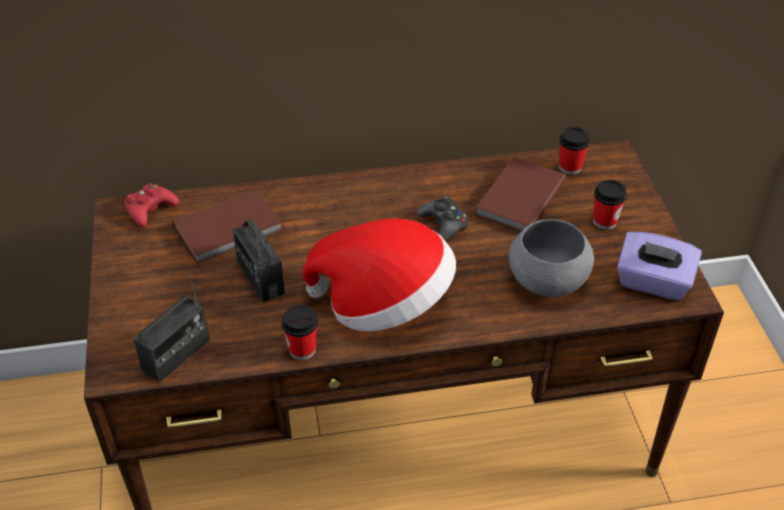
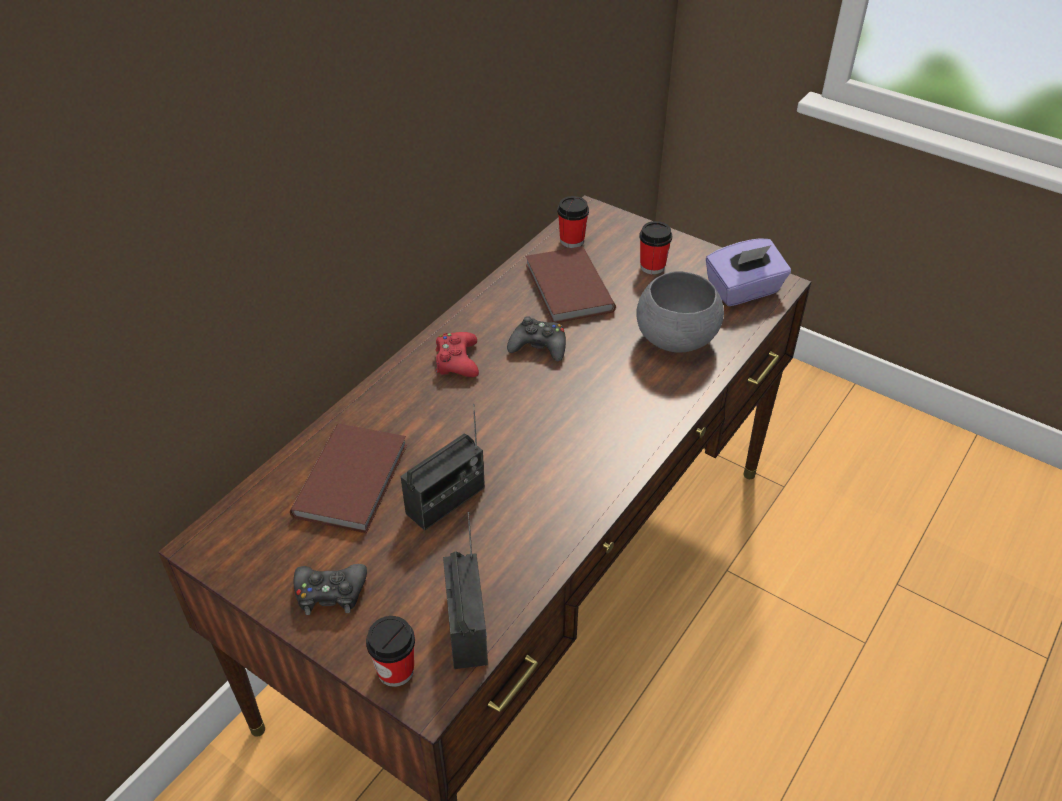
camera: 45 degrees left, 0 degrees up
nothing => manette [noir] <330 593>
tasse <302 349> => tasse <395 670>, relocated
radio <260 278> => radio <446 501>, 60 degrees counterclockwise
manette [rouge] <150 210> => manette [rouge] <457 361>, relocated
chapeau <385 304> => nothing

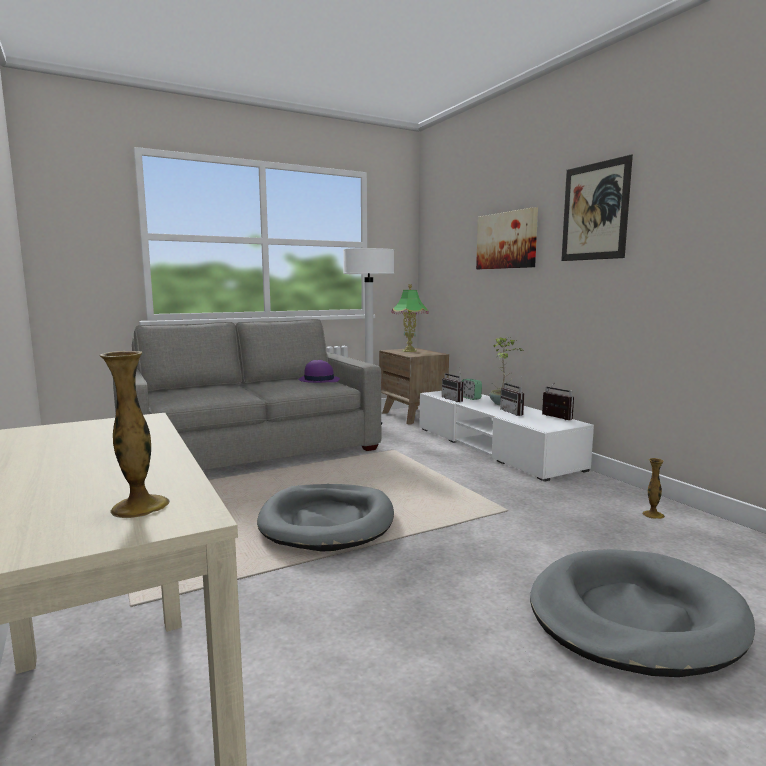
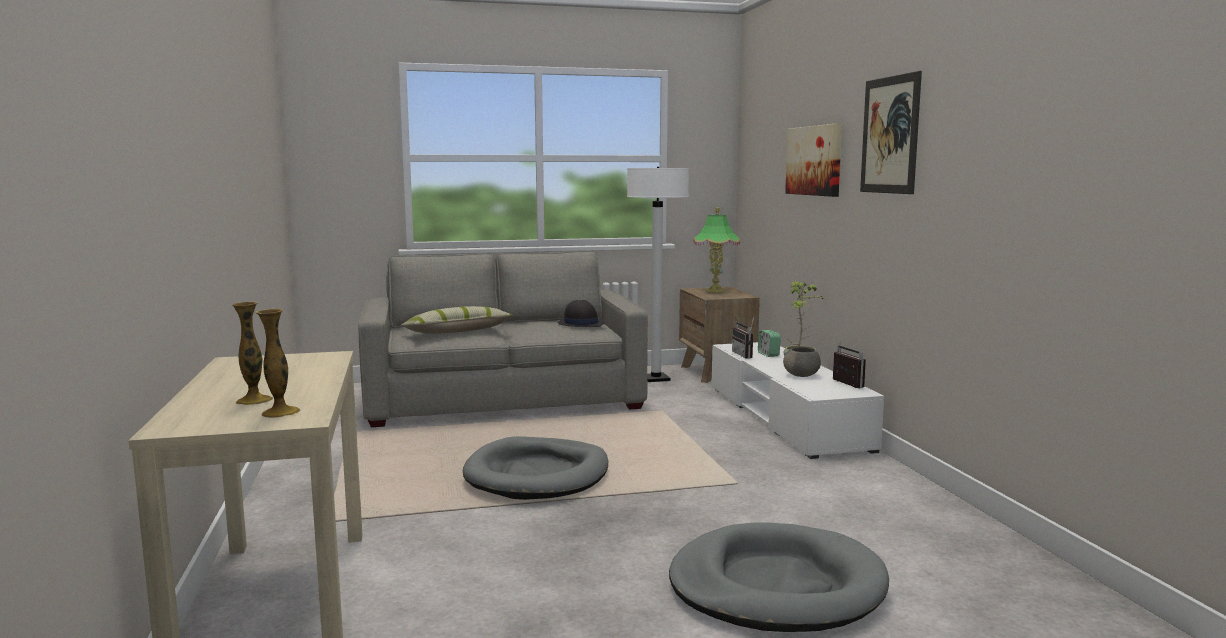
camera: 15 degrees right, 0 degrees up
vase <653 515> => vase <254 400>, relocated
nothing => coussin <457 332>
chapeau [violet] <318 380> => chapeau [noir] <580 323>
radio <514 412> => bol [gris] <802 375>

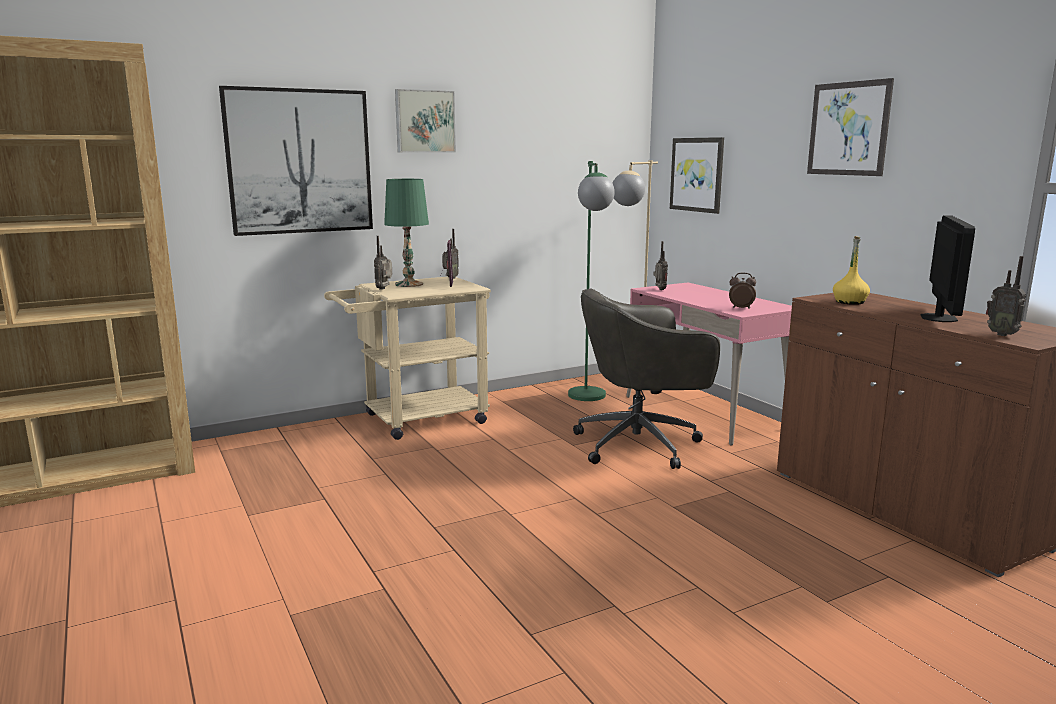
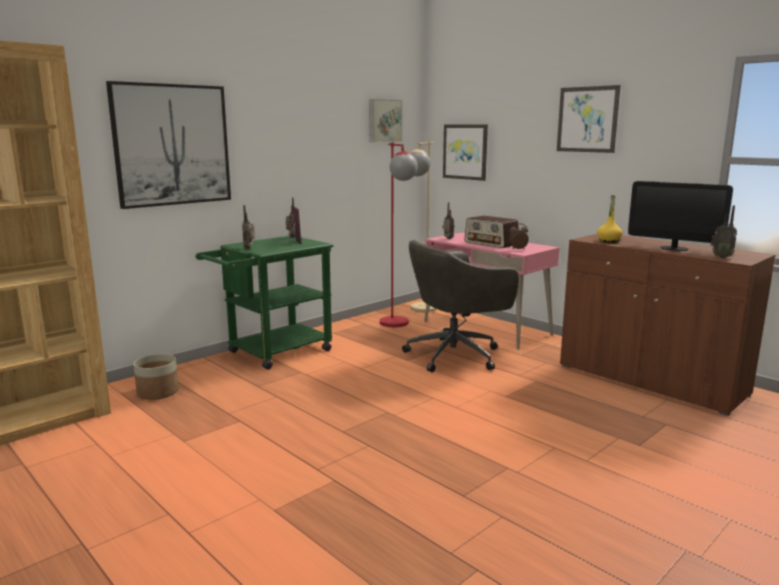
camera: 15 degrees left, 0 degrees up
nothing => cache-pot <158 392>
chariot [beige] <415 420> => chariot [vert] <272 353>
tableau <424 121> => tableau <384 121>, relocated
lampadaire [vert] <589 399> => lampadaire [rouge] <397 326>
nothing => radio <491 243>
écran d'ordinateur <938 318> => écran d'ordinateur <674 248>, 120 degrees clockwise
lampe de table [vert] <408 284> => nothing

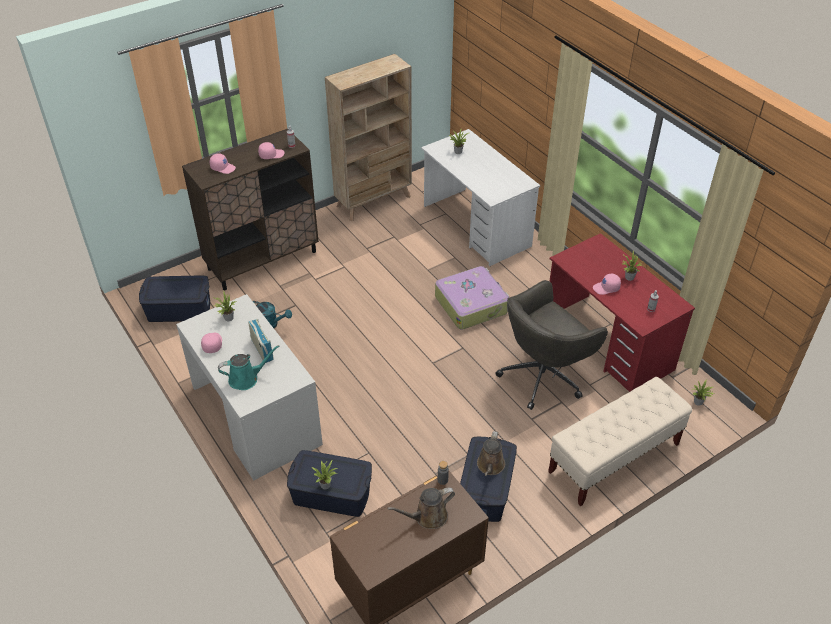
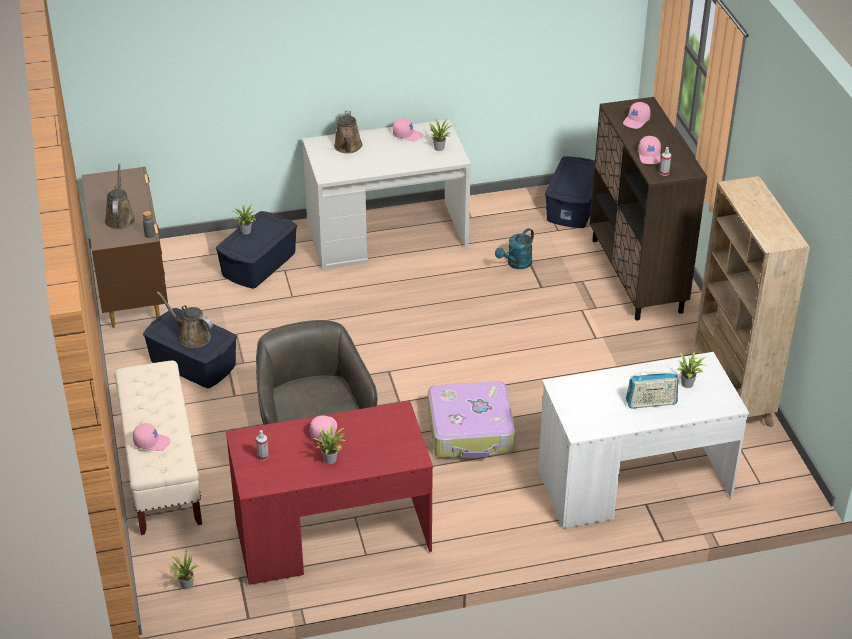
camera: 110 degrees right, 5 degrees down
nothing => casquette [rose] <152 442>
arrosoir [turquoise] <246 378> => arrosoir [marron] <348 147>
radio <262 350> => radio <651 402>, relocated

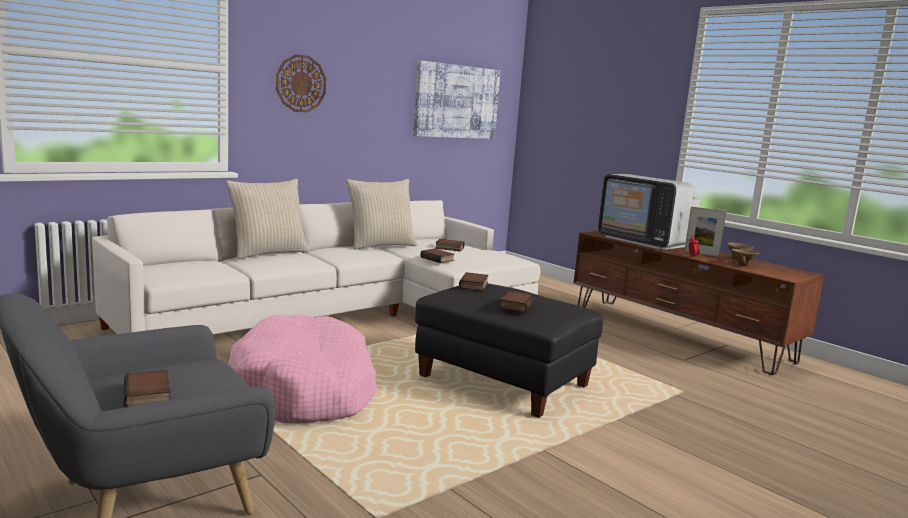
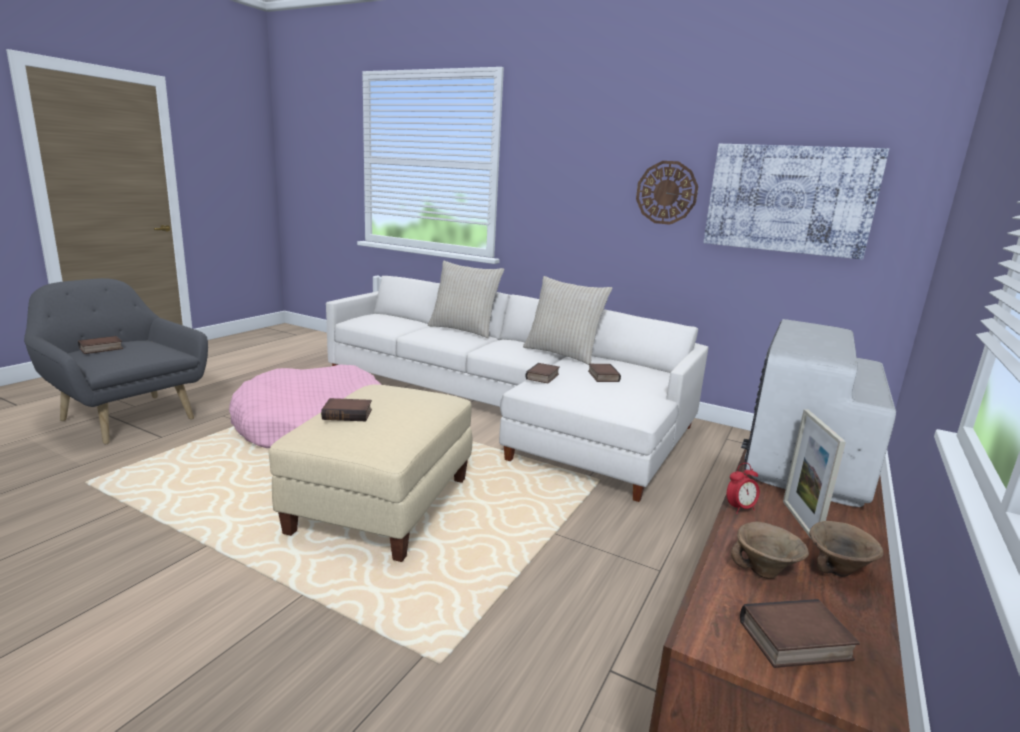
camera: 70 degrees right, 5 degrees up
pouf [noir] <503 382> => pouf [beige] <383 505>
horloge murale <300 83> => horloge murale <666 192>, relocated
livre <474 285> => livre <795 642>, relocated

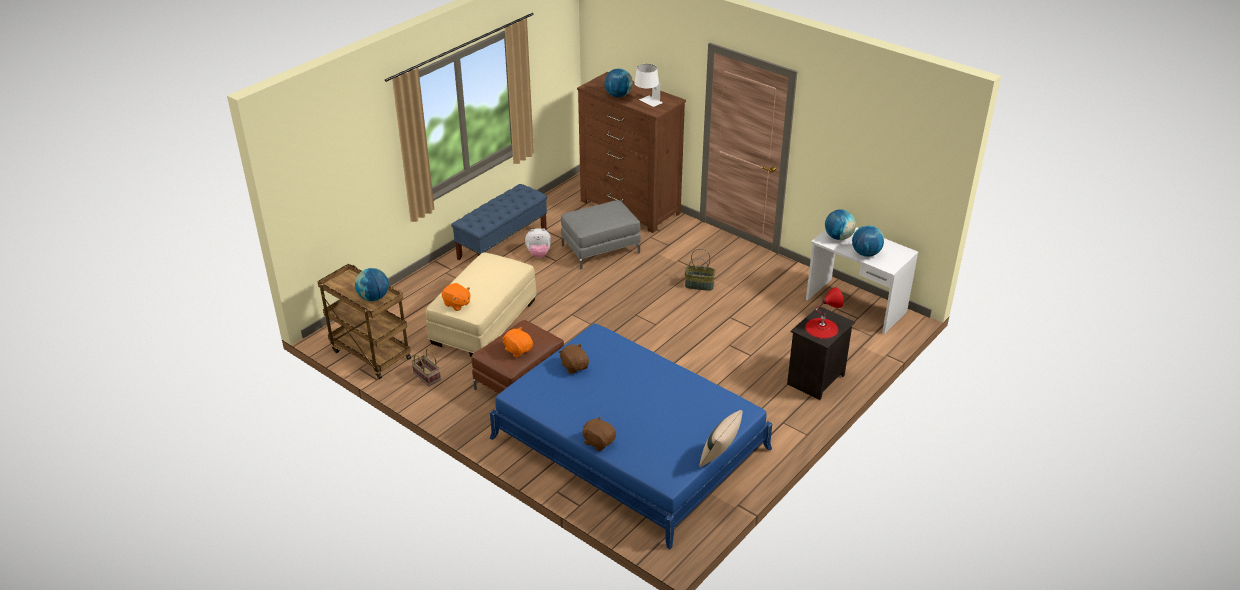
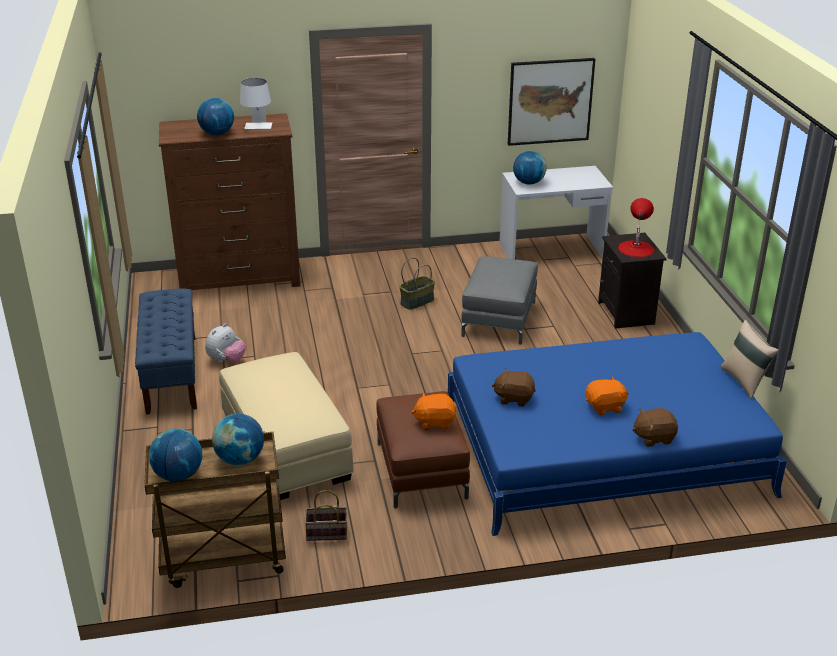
camera: 50 degrees left, 5 degrees down
globe <866 253> => globe <178 475>, relocated
pouf [gris] <600 249> => pouf [gris] <499 319>, relocated
nothing => tableau <550 101>
peluche [orange] <457 304> => peluche [orange] <605 407>, relocated

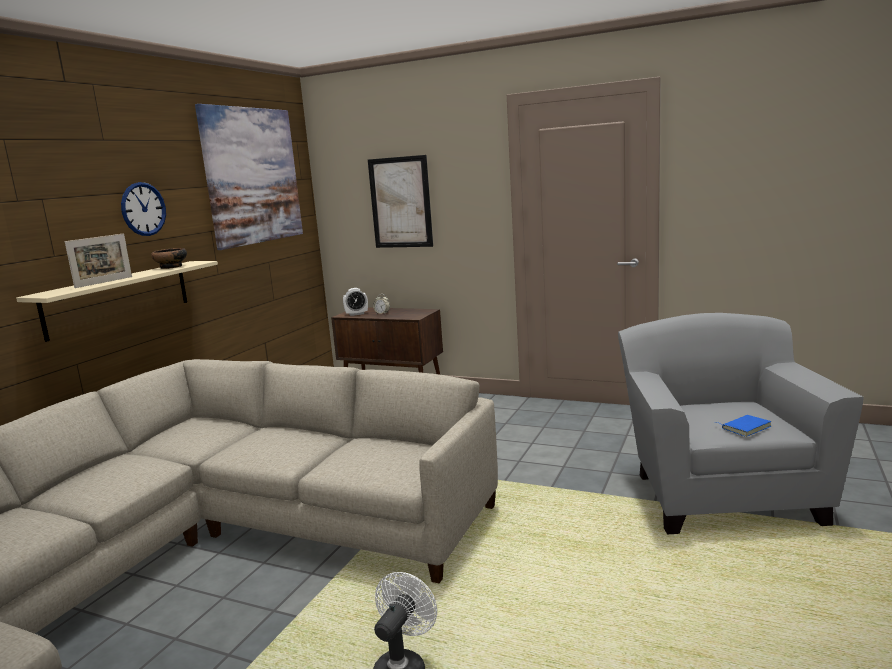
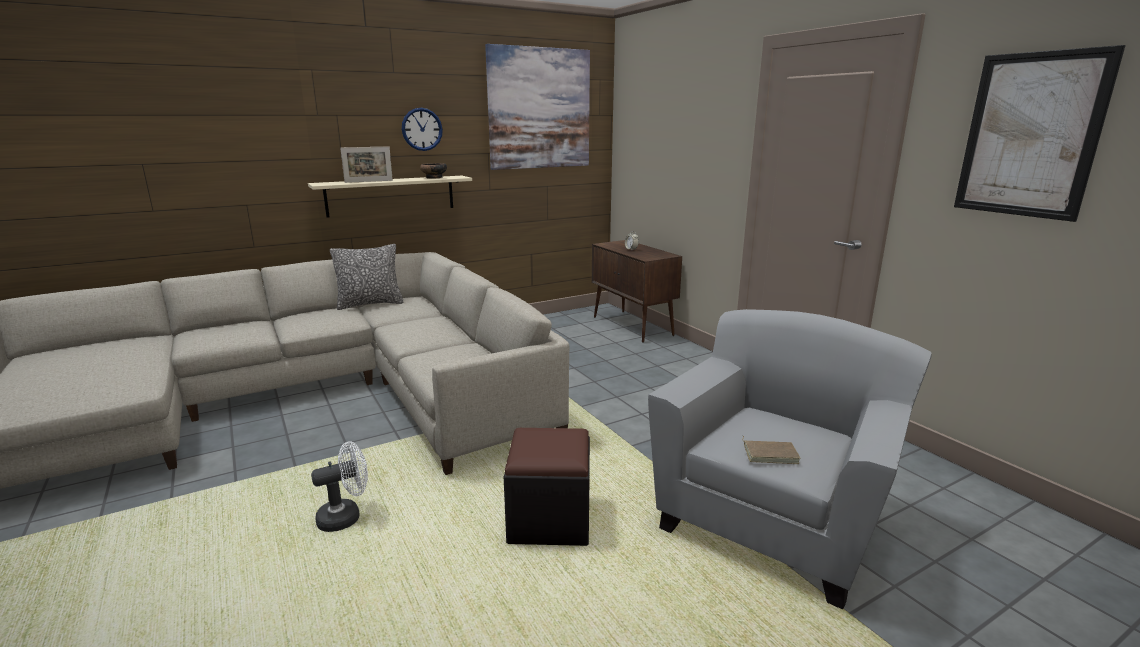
camera: 35 degrees right, 5 degrees up
nothing => coussin <370 304>
nothing => pouf [noir] <550 520>
livre [bleu] <745 427> => livre [marron] <770 453>
tableau <400 202> => tableau <1030 135>, relocated
réveil <356 314> => nothing

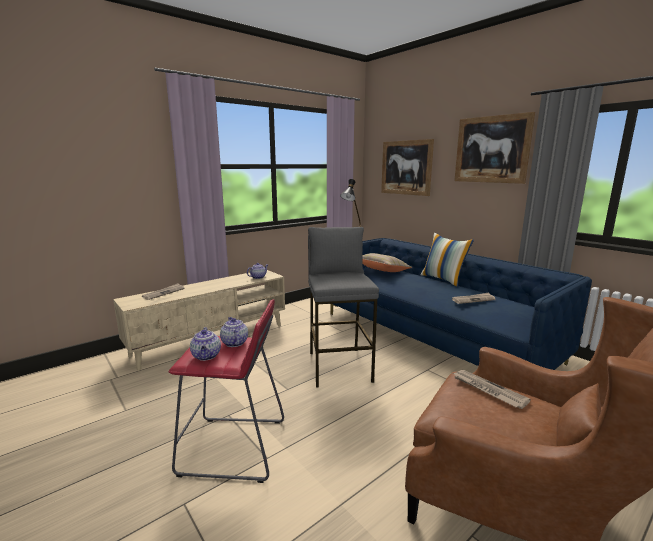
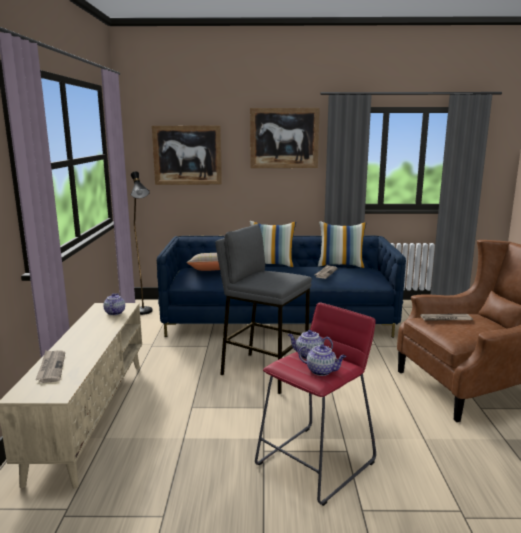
camera: 50 degrees left, 0 degrees up
nothing => coussin <341 265>

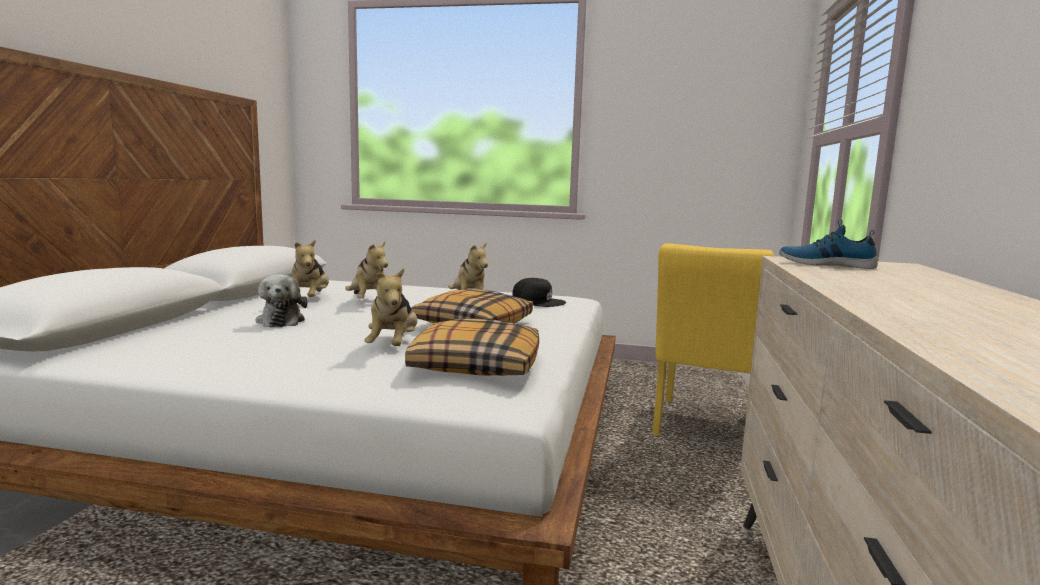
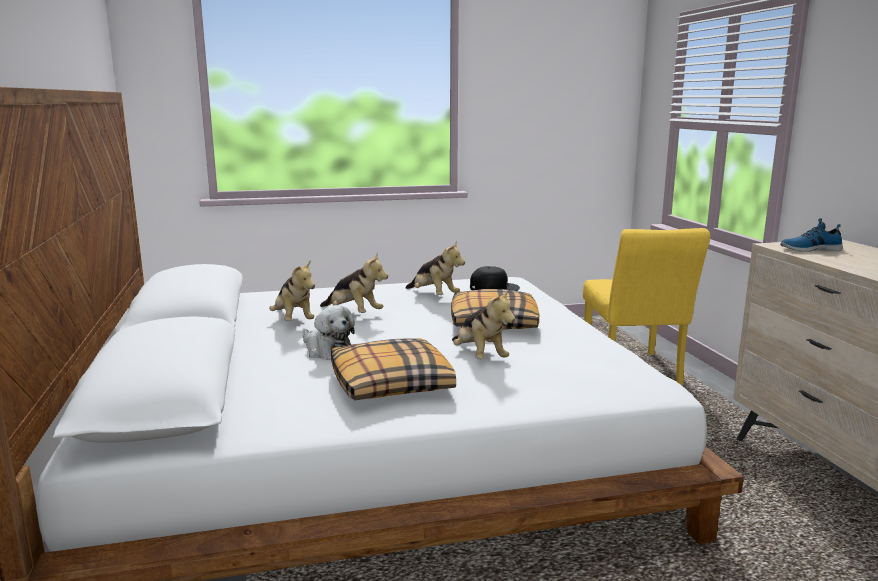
camera: 25 degrees left, 5 degrees up
coussin <475 365> => coussin <390 384>, relocated

